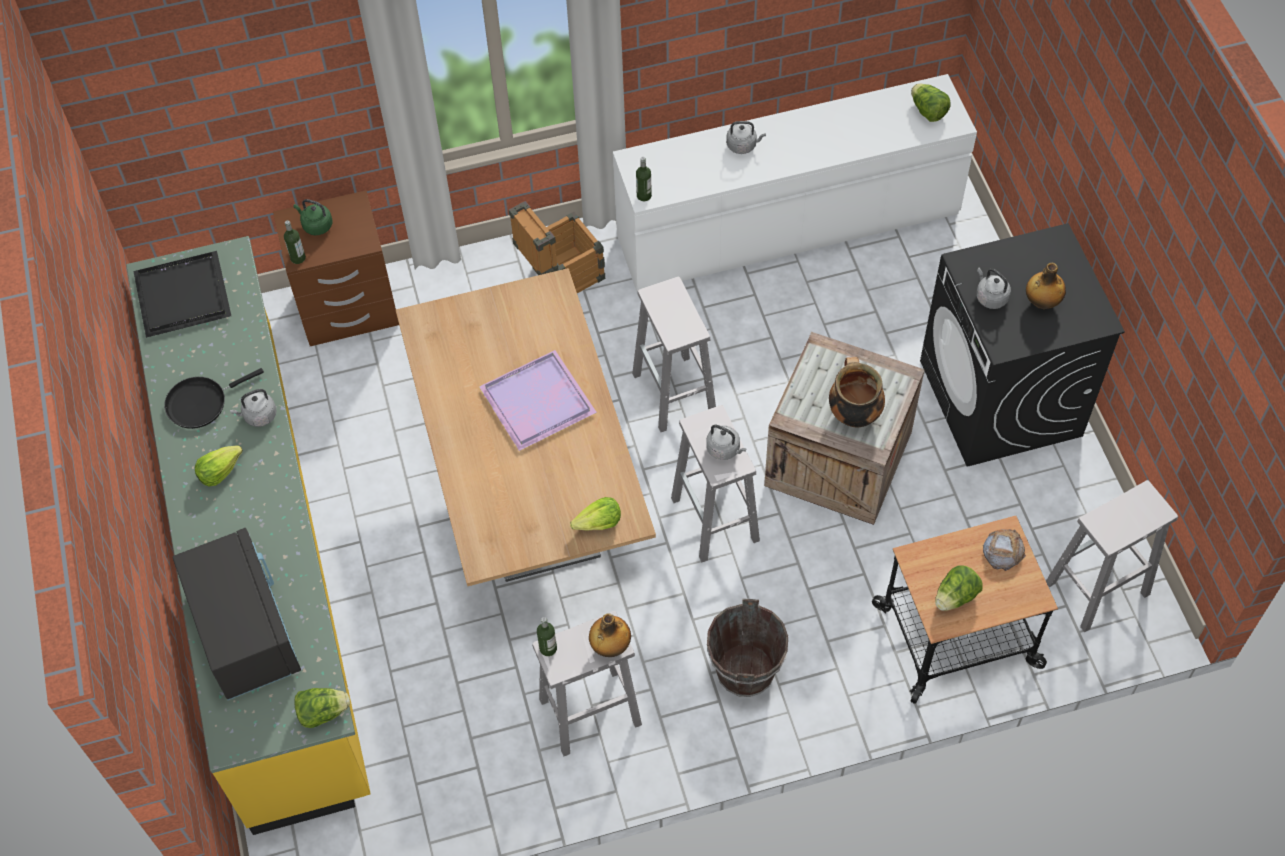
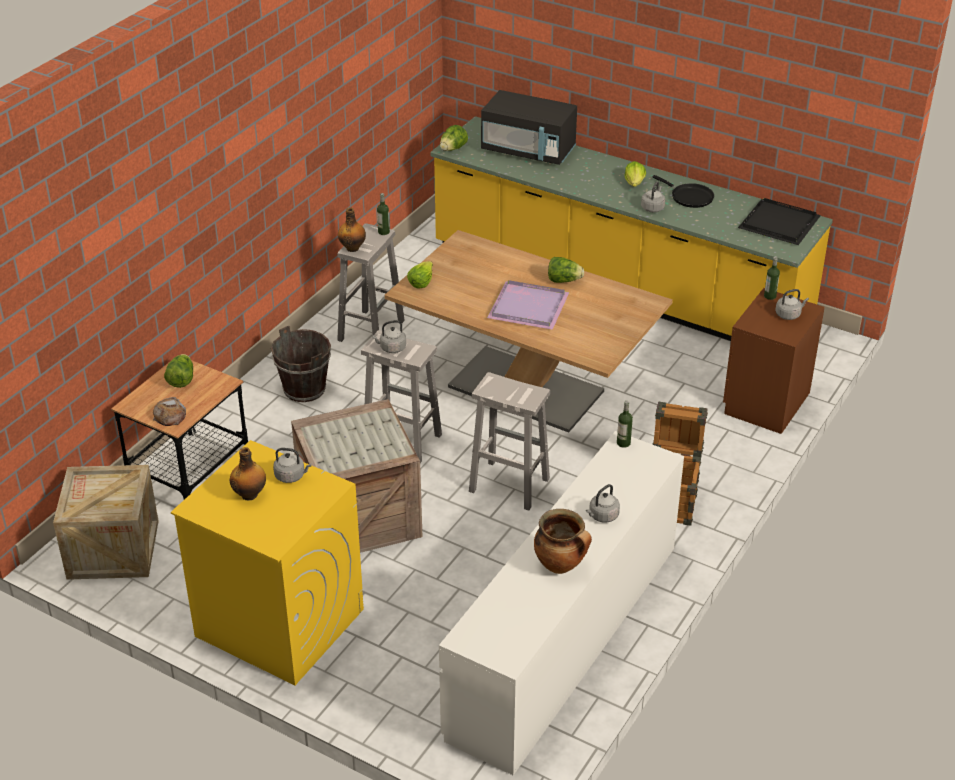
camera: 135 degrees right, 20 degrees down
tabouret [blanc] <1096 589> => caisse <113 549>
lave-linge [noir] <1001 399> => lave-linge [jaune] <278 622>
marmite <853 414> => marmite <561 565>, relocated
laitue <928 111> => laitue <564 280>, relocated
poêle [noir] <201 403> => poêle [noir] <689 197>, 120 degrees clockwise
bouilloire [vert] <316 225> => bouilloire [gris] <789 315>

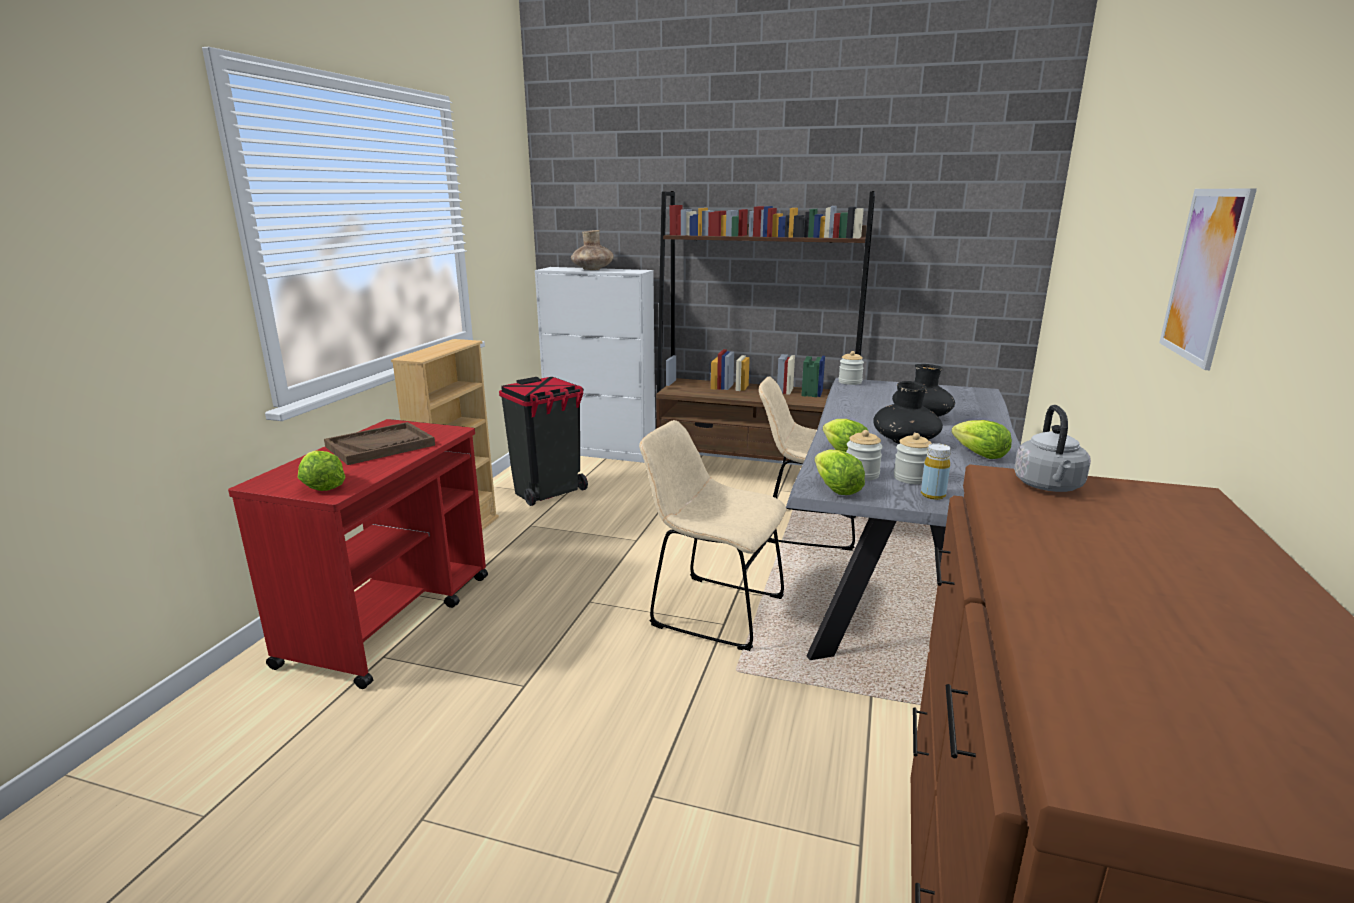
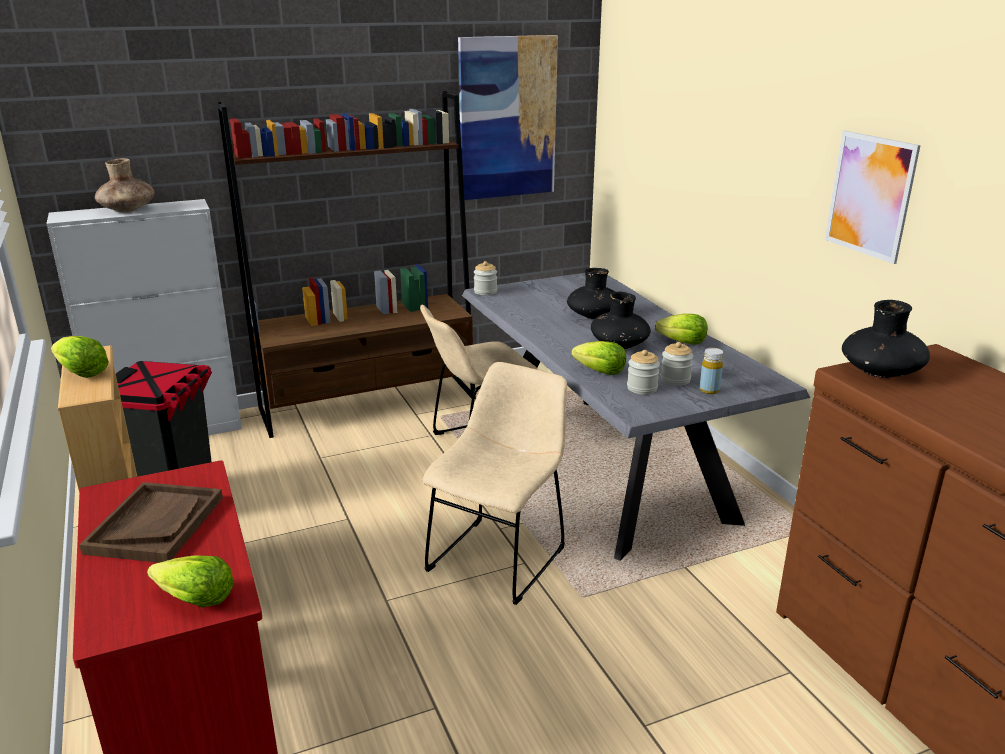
camera: 40 degrees left, 5 degrees up
laitue <836 489> => laitue <82 374>, relocated
chaise [beige] <711 610> => chaise [beige] <500 555>, 135 degrees clockwise
nothing => tableau <507 118>
bouilloire [gris] <1048 487> => vase [noir] <880 372>

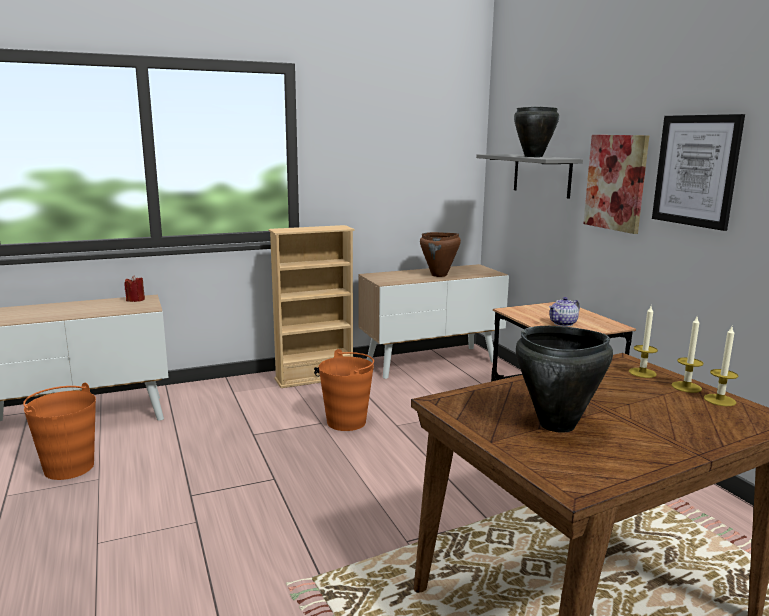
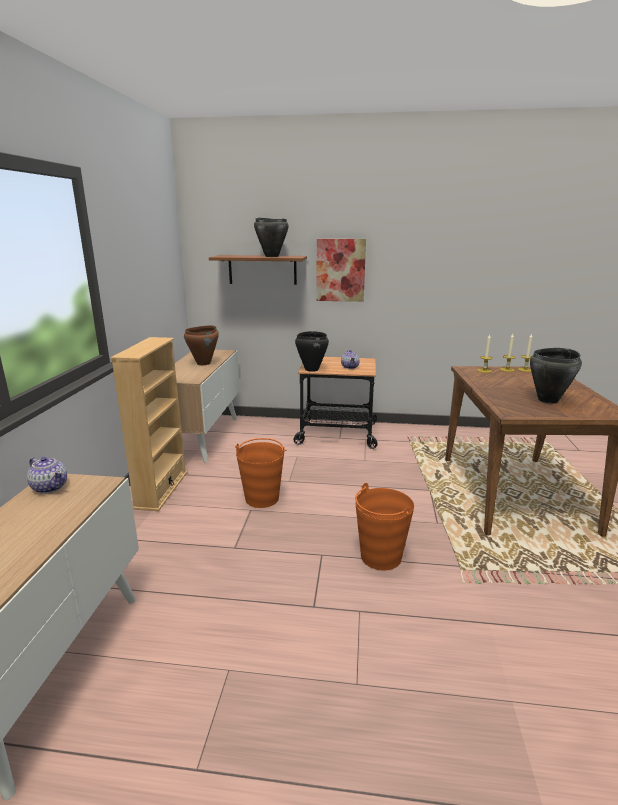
camera: 60 degrees left, 5 degrees up
bougie [rouge] <135 300> => théière <50 487>
étagère [gris] <541 175> => étagère [marron] <262 270>
nothing => marmite [noir] <311 369>
seau [orange] <69 467> => seau [orange] <380 556>, relocated
tableau <696 170> => nothing

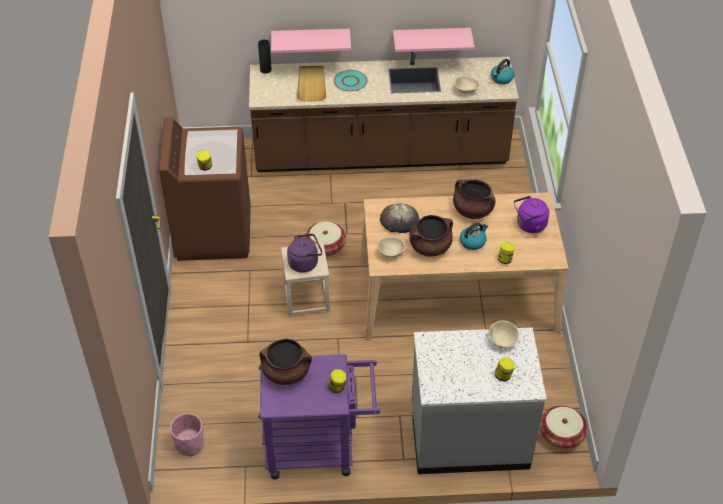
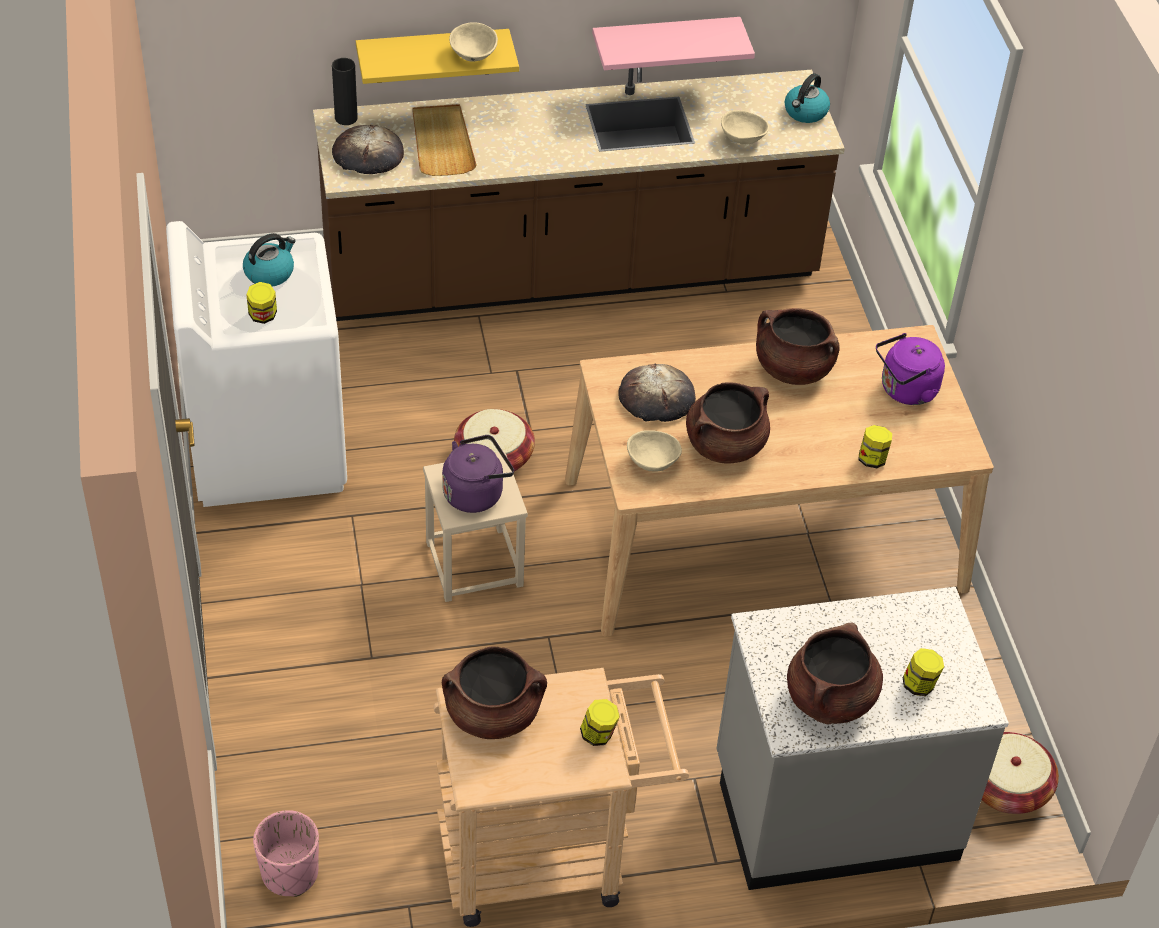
camera: 10 degrees left, 0 degrees up
lave-linge [marron] <213 233> => lave-linge [blanc] <266 447>
bouilloire <473 242> => bouilloire <270 272>, relocated
nothing => pain <367 155>
étagère [rose] <310 40> => étagère [jaune] <433 56>
chariot [violet] <319 448> => chariot [beige] <548 856>
bol [beige] <502 341> => bol [beige] <473 55>, relocated
nothing => marmite [marron] <830 699>
assiette [turquoise] <350 81> => nothing

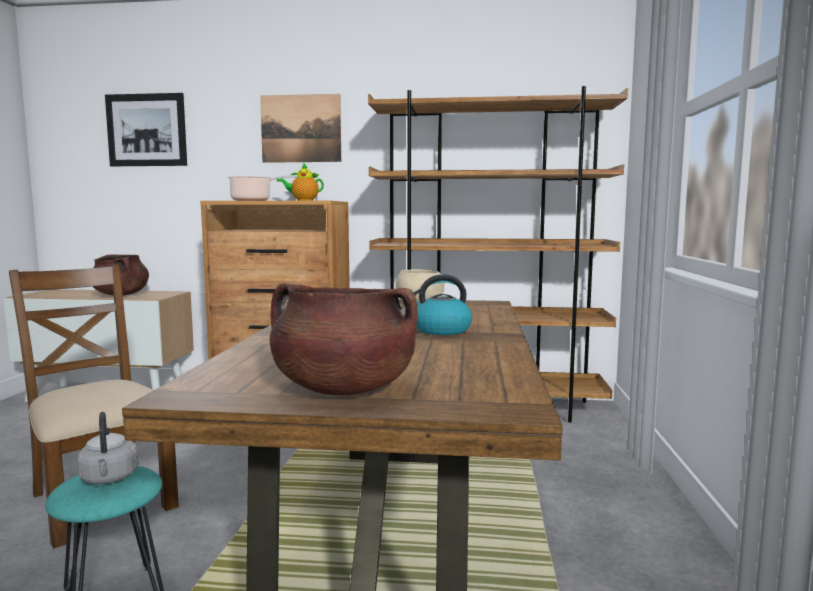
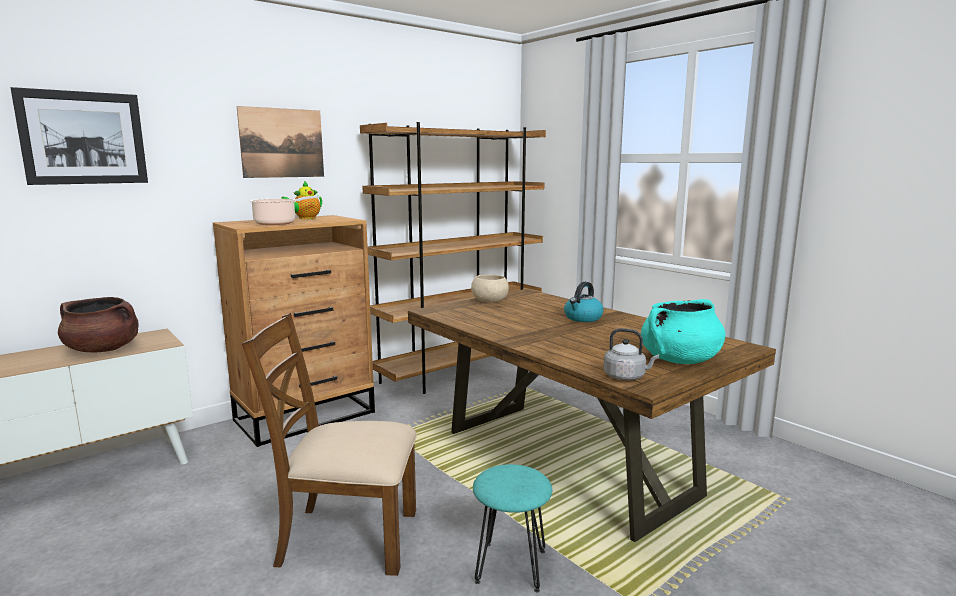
camera: 45 degrees left, 5 degrees up
bouilloire [gris] <109 479> => bouilloire [gris] <626 377>, relocated
marmite [marron] <343 389> => marmite [turquoise] <679 360>

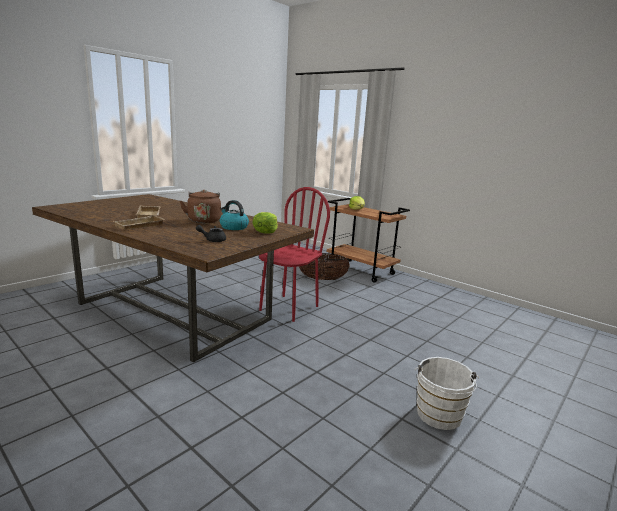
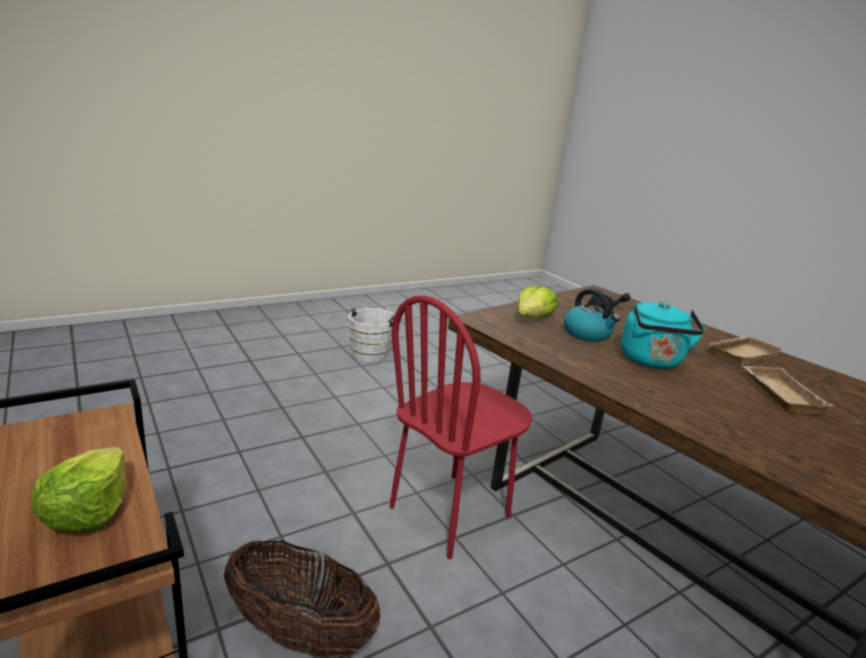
camera: 165 degrees left, 5 degrees up
bouilloire [marron] <204 220> => bouilloire [turquoise] <652 361>

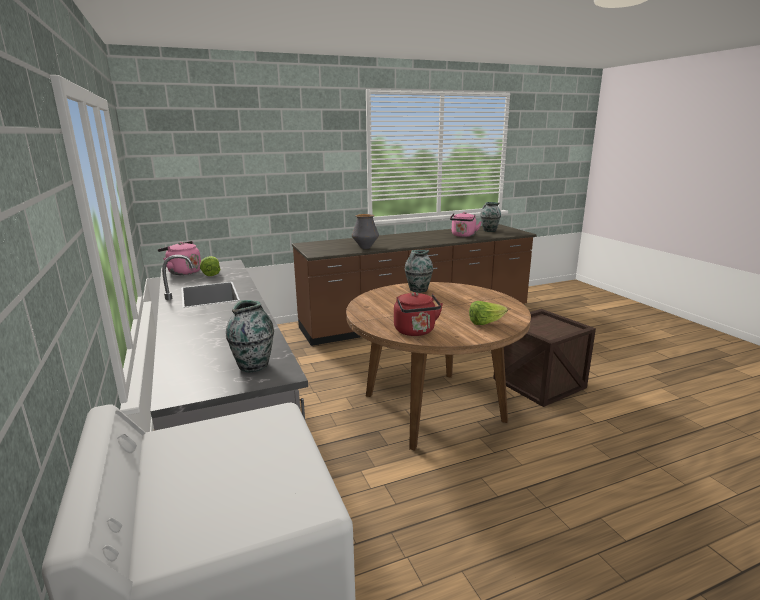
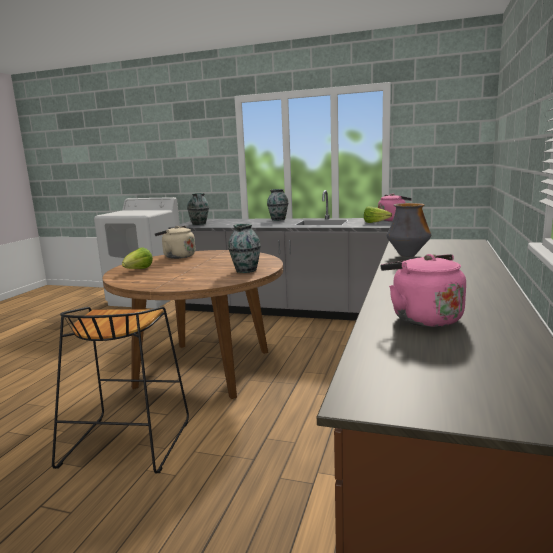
camera: 130 degrees right, 5 degrees down
caisse <539 383> => tabouret [noir] <126 442>
bouilloire [rouge] <416 331> => bouilloire [beige] <177 256>
vase <489 230> => vase <278 219>, relocated

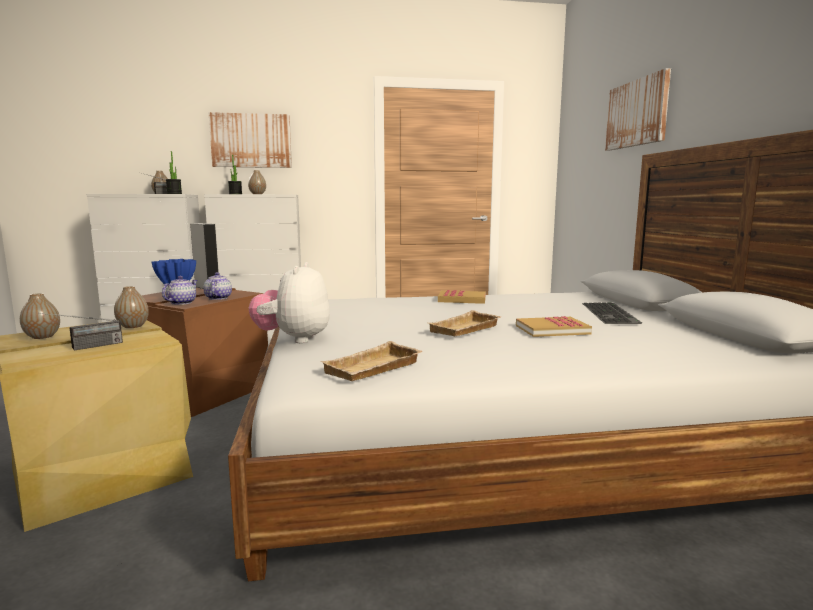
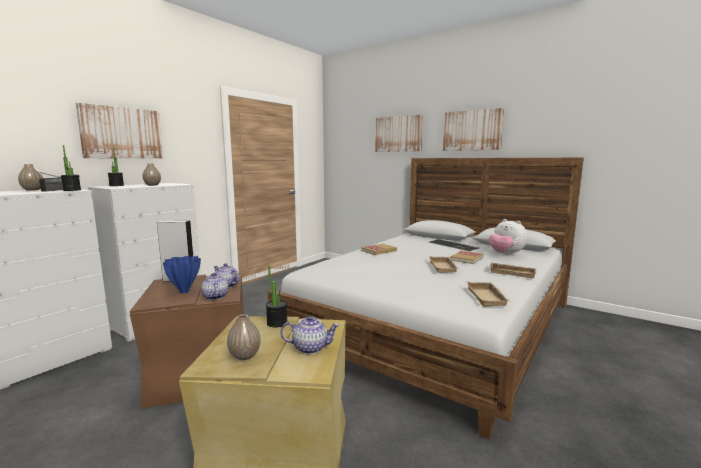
camera: 45 degrees left, 0 degrees up
vase <133 326> => plante en pot <277 323>
radio <84 347> => théière <310 348>
nothing => tableau <472 130>
peluche <293 339> => peluche <505 254>, relocated
nothing => plateau [beige] <512 273>

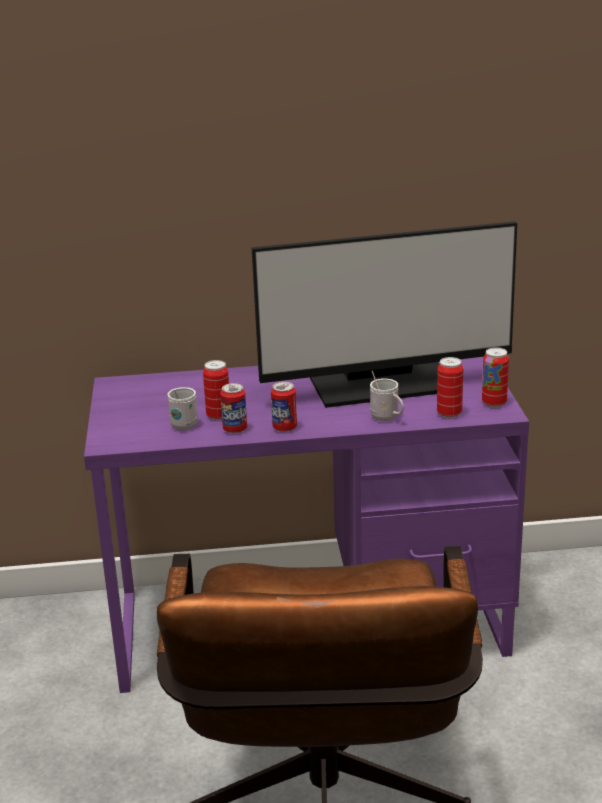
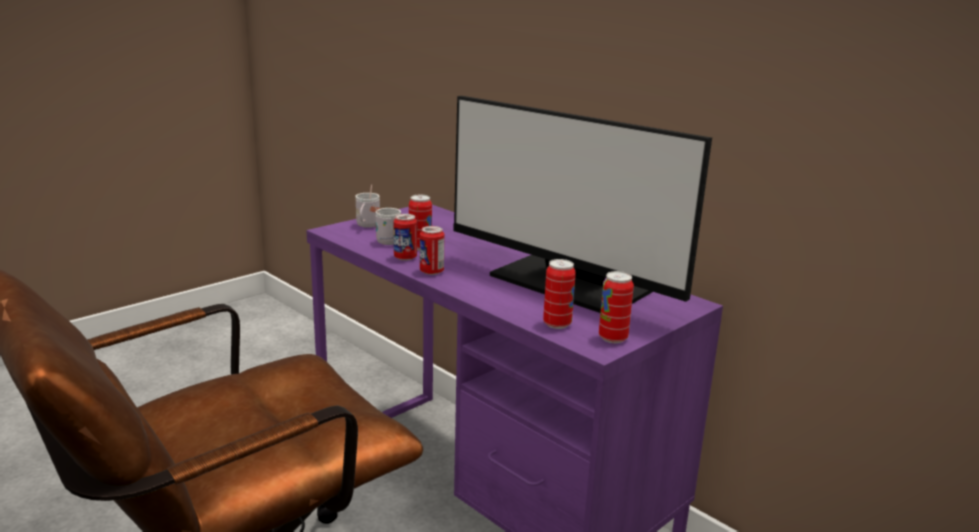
camera: 50 degrees right, 5 degrees down
mug [blanc] <387 418> => mug [blanc] <367 226>, relocated

